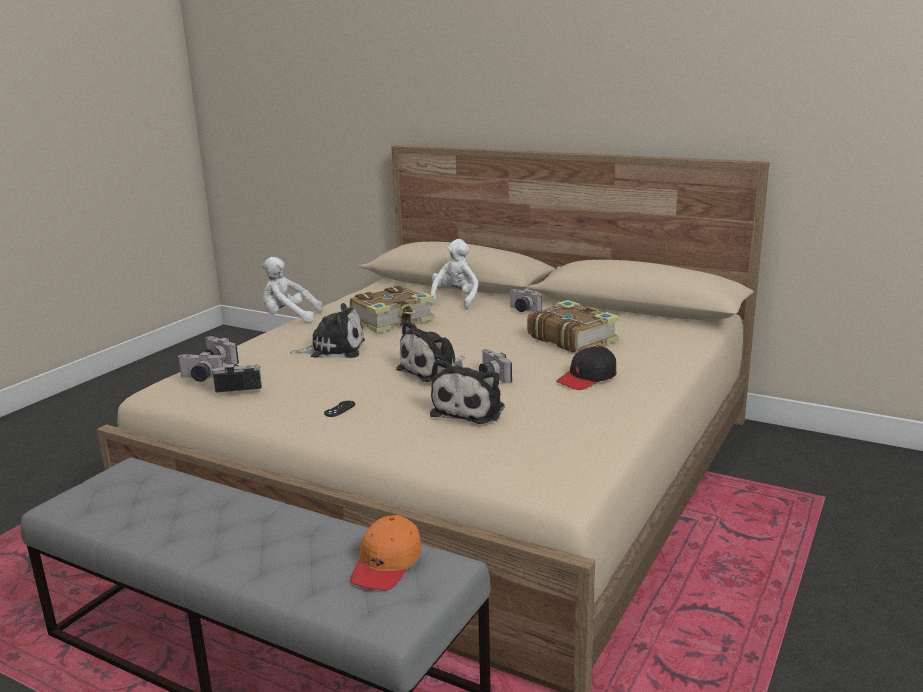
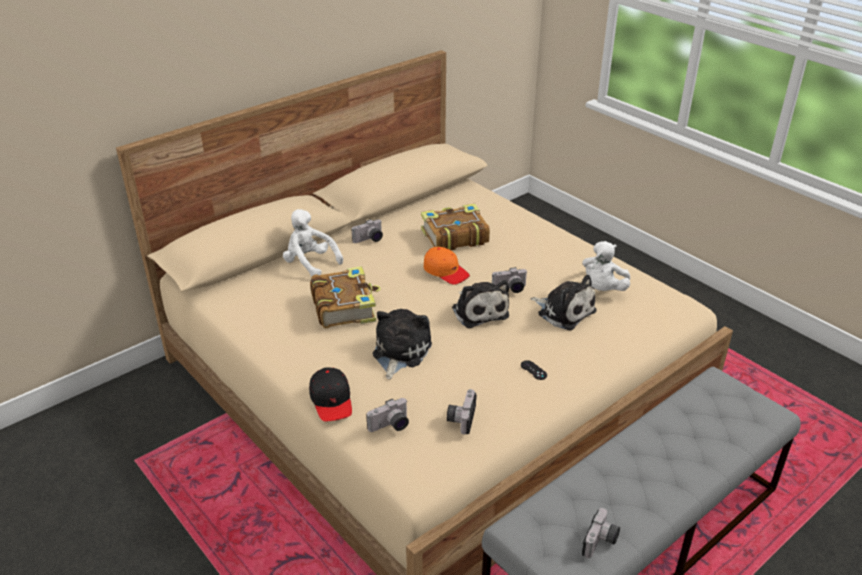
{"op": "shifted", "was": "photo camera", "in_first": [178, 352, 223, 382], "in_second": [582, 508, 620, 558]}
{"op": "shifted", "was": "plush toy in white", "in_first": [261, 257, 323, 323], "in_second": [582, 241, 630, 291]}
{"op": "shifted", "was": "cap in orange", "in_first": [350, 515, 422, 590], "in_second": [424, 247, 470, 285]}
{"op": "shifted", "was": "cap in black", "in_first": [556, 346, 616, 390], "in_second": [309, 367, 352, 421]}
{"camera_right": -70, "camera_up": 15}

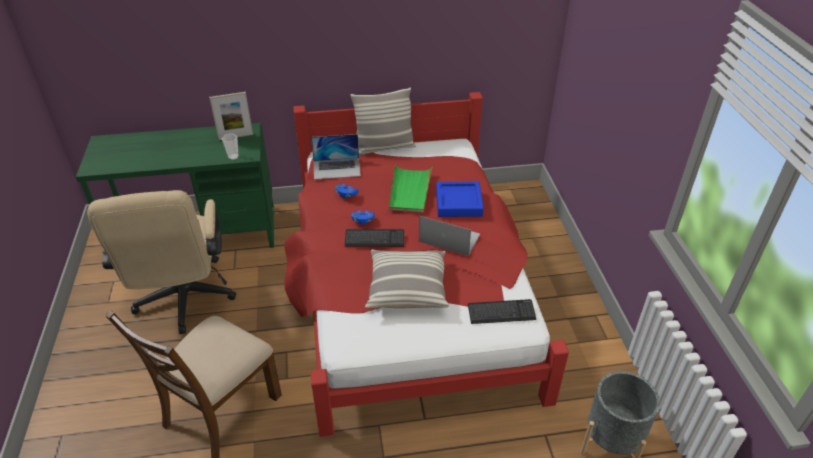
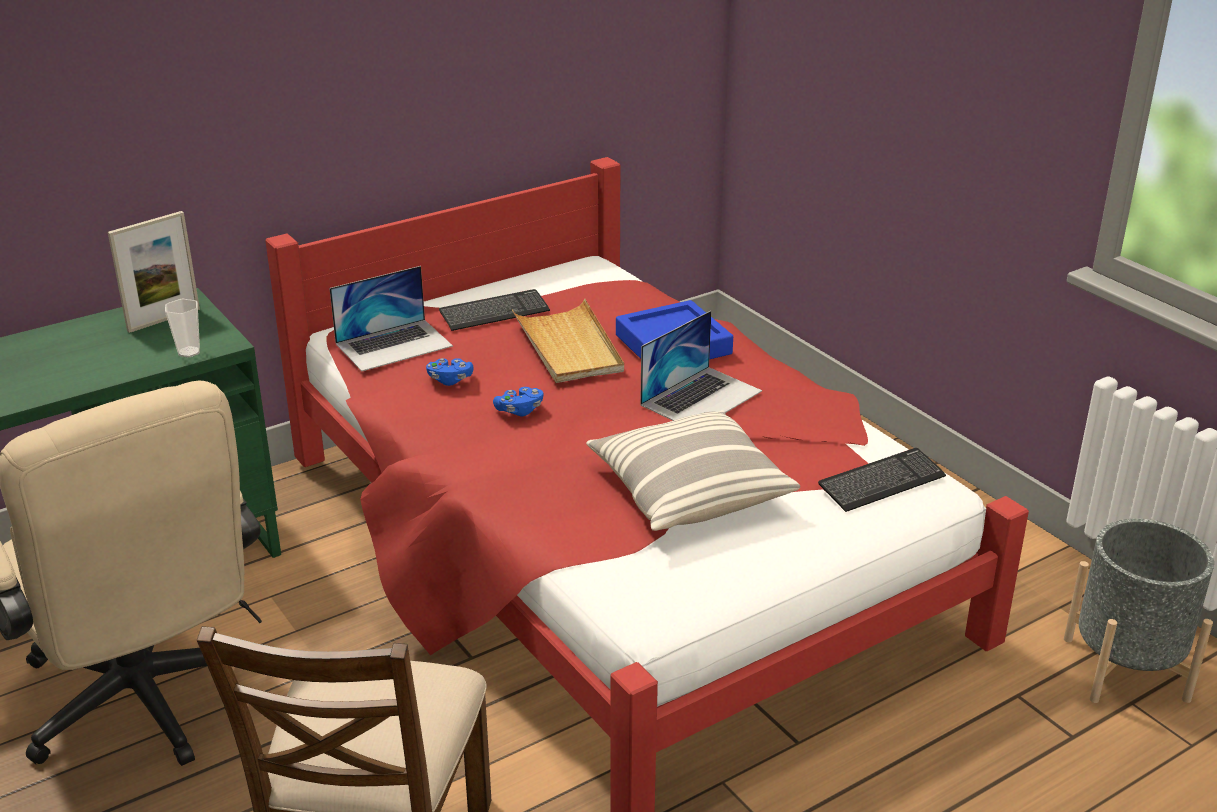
{"op": "gone", "was": "pillow", "in_first": [350, 87, 416, 156]}
{"op": "shifted", "was": "keyboard", "in_first": [345, 229, 404, 247], "in_second": [439, 289, 550, 331]}
{"op": "repainted", "was": "tray in green", "now": "tray in beige", "in_first": [389, 164, 432, 213], "in_second": [512, 299, 624, 383]}
{"op": "rotated", "was": "laptop", "in_first": [419, 216, 480, 256], "in_second": [640, 311, 762, 421], "clockwise": 135}
{"camera_right": -25, "camera_up": -10}

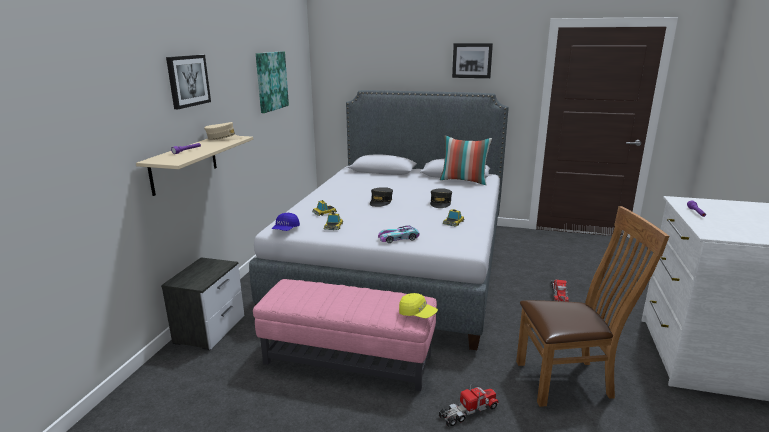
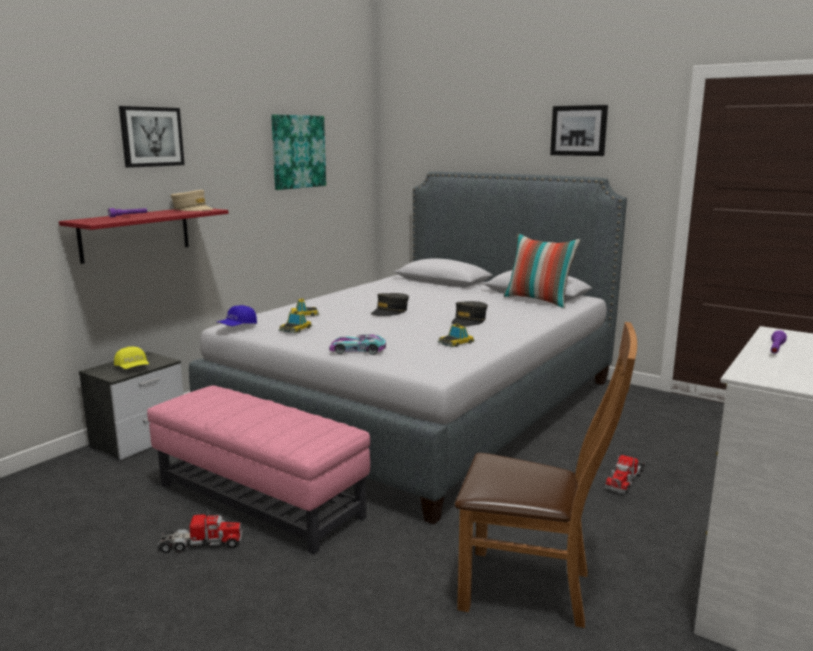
{"op": "shifted", "was": "cap in yellow", "in_first": [399, 293, 438, 318], "in_second": [114, 347, 149, 369]}
{"op": "shifted", "was": "toy truck", "in_first": [439, 384, 499, 427], "in_second": [158, 508, 243, 553]}
{"op": "repainted", "was": "shelf in beige", "now": "shelf in red", "in_first": [136, 136, 253, 196], "in_second": [59, 208, 228, 264]}
{"camera_right": 20, "camera_up": -5}

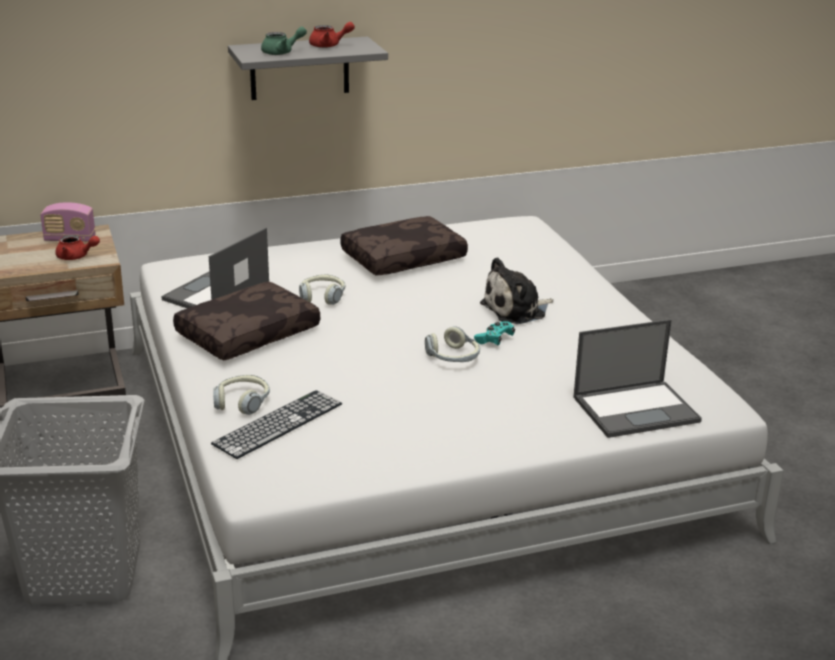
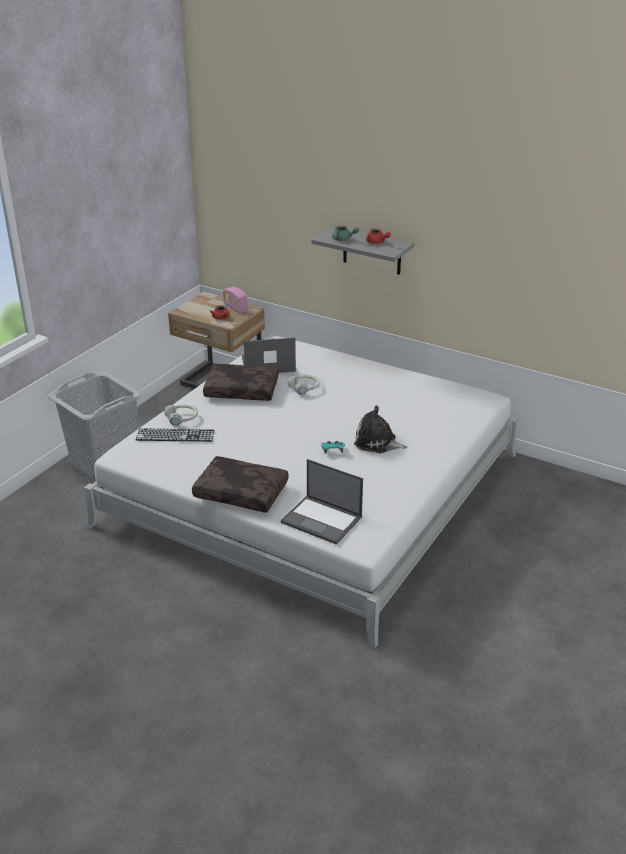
{"op": "gone", "was": "headphones", "in_first": [425, 326, 480, 362]}
{"op": "shifted", "was": "pillow in brown", "in_first": [340, 216, 468, 276], "in_second": [192, 456, 289, 513]}
{"camera_right": 50, "camera_up": 5}

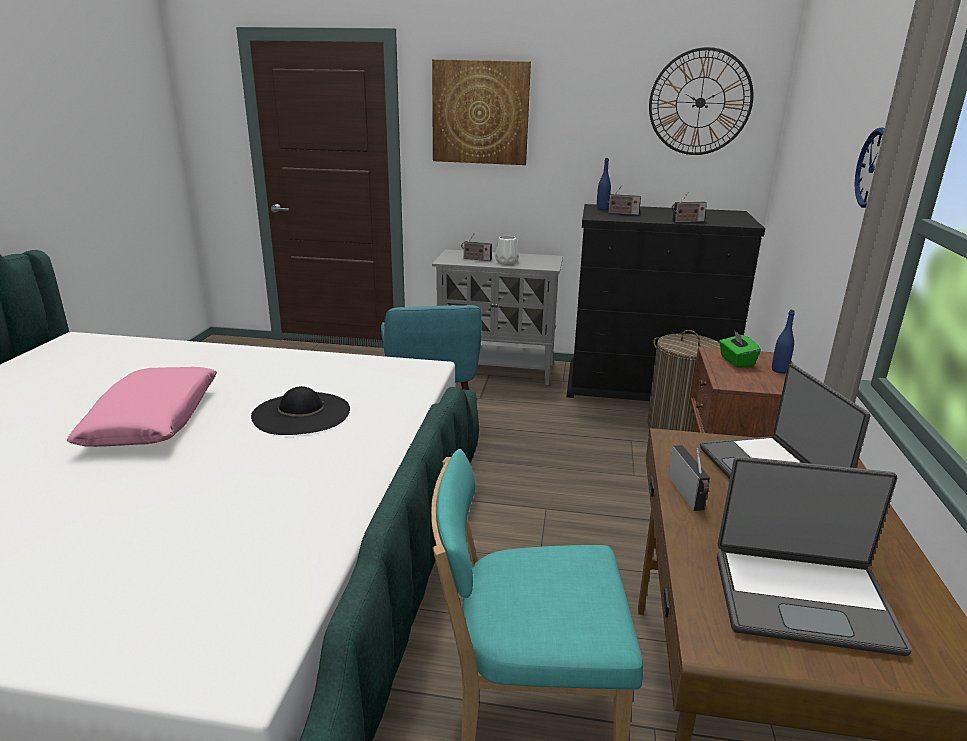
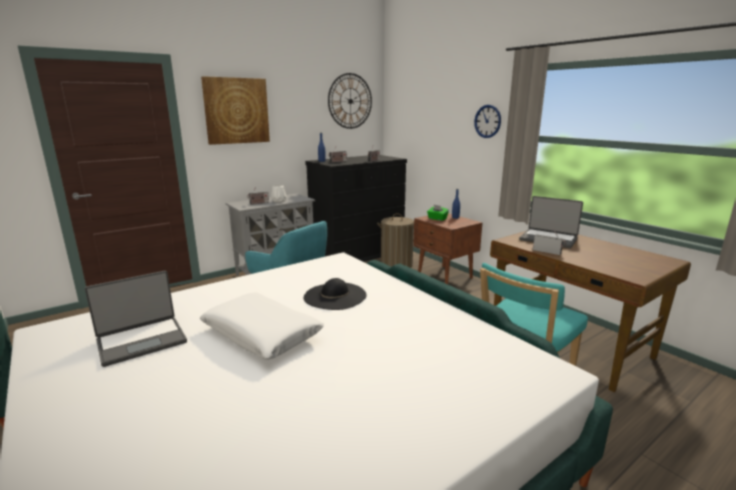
{"op": "shifted", "was": "laptop", "in_first": [717, 456, 912, 656], "in_second": [85, 271, 187, 367]}
{"op": "repainted", "was": "pillow in pink", "now": "pillow in white", "in_first": [67, 367, 217, 447], "in_second": [200, 292, 324, 360]}
{"camera_right": -45, "camera_up": -5}

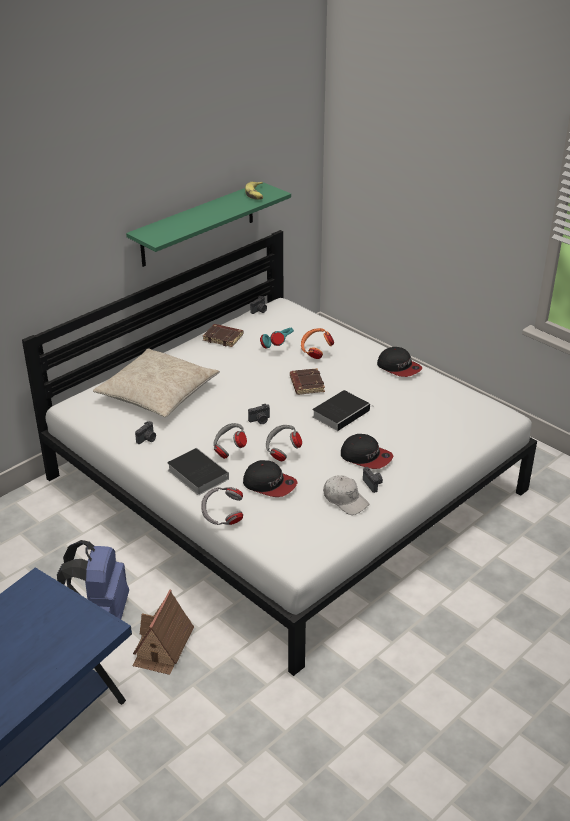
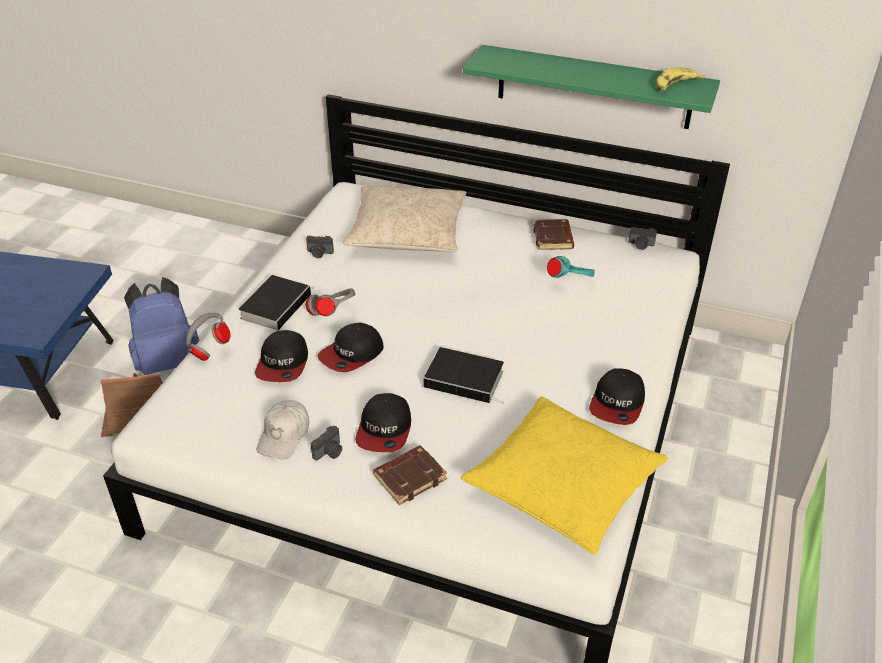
{"op": "gone", "was": "photo camera", "in_first": [248, 404, 270, 424]}
{"op": "gone", "was": "headphones in orange", "in_first": [301, 328, 334, 359]}
{"op": "new", "now": "pillow in yellow", "in_second": [461, 396, 668, 555]}
{"op": "shifted", "was": "book in brown", "in_first": [290, 368, 325, 395], "in_second": [373, 445, 447, 505]}
{"op": "swapped", "was": "headphones in grey", "now": "cap", "in_first": [266, 425, 302, 461], "in_second": [318, 323, 384, 372]}
{"camera_right": 65, "camera_up": 5}

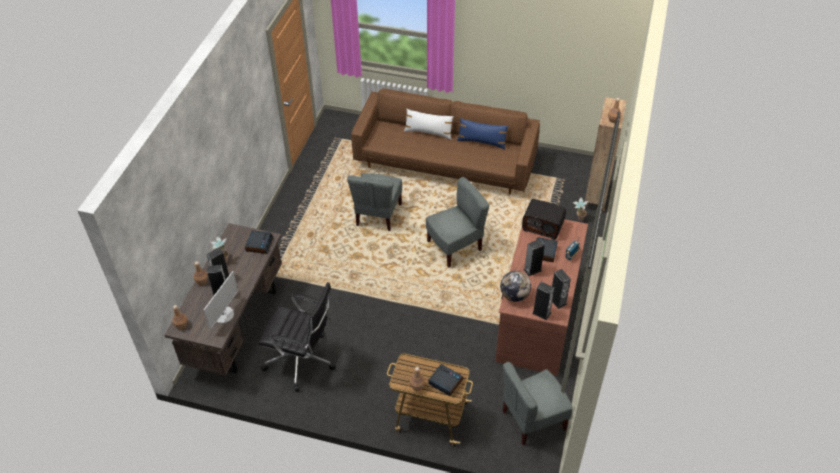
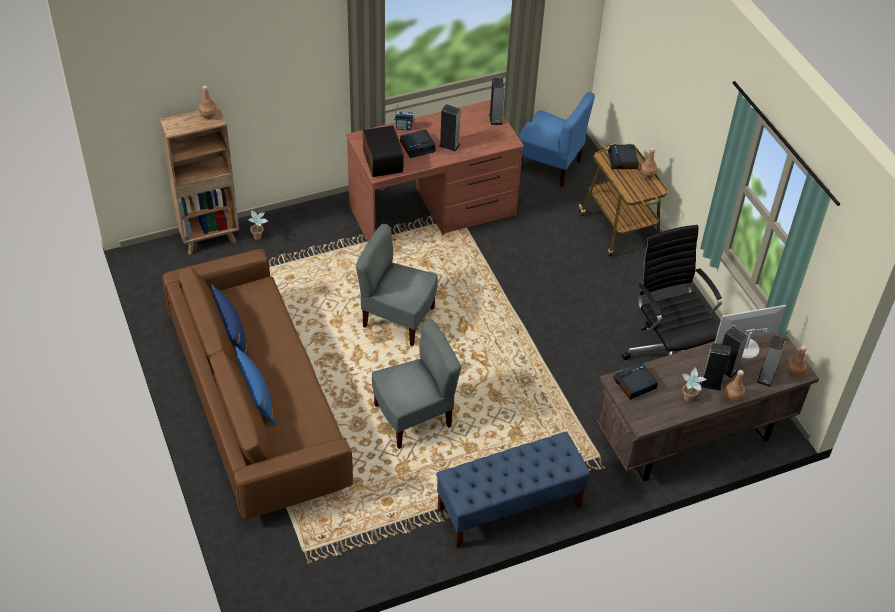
{"op": "gone", "was": "globe", "in_first": [500, 271, 531, 302]}
{"op": "new", "now": "bench in blue", "in_second": [436, 432, 590, 549]}
{"op": "shifted", "was": "speaker", "in_first": [552, 269, 571, 309], "in_second": [757, 335, 785, 387]}
{"op": "repainted", "was": "pillow in white", "now": "pillow in blue", "in_first": [404, 109, 454, 140], "in_second": [236, 346, 276, 425]}
{"op": "repainted", "was": "chair in grey", "now": "chair in blue", "in_first": [503, 362, 573, 445], "in_second": [519, 92, 595, 187]}
{"camera_right": -130, "camera_up": 0}

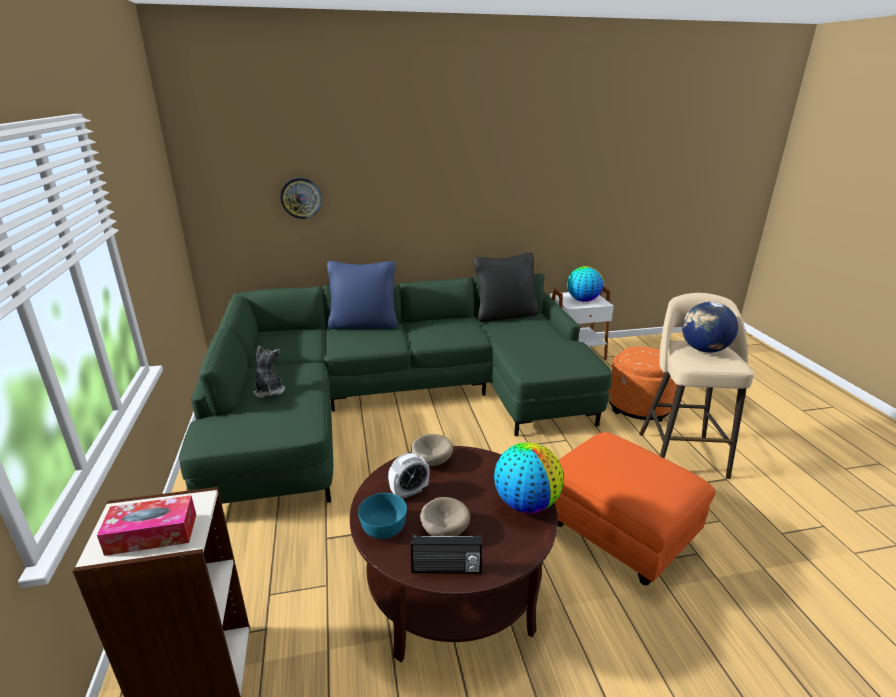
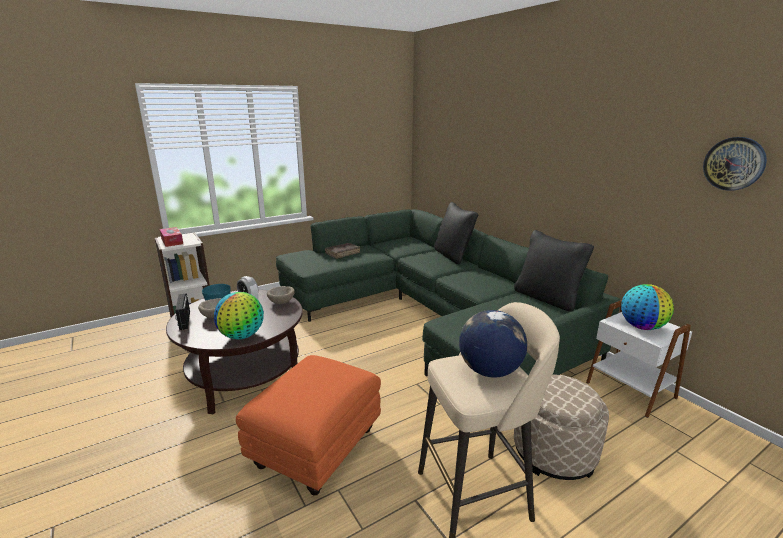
{"op": "shifted", "was": "wall clock", "in_first": [280, 178, 322, 219], "in_second": [703, 137, 767, 191]}
{"op": "swapped", "was": "plush toy", "now": "book in brown", "in_first": [253, 346, 285, 398], "in_second": [325, 243, 360, 259]}
{"op": "repainted", "was": "pillow in blue", "now": "pillow in black", "in_first": [327, 261, 397, 329], "in_second": [434, 202, 478, 264]}
{"op": "repainted", "was": "ottoman in orange", "now": "ottoman in beige", "in_first": [608, 347, 677, 422], "in_second": [514, 374, 609, 480]}
{"camera_right": 70, "camera_up": -5}

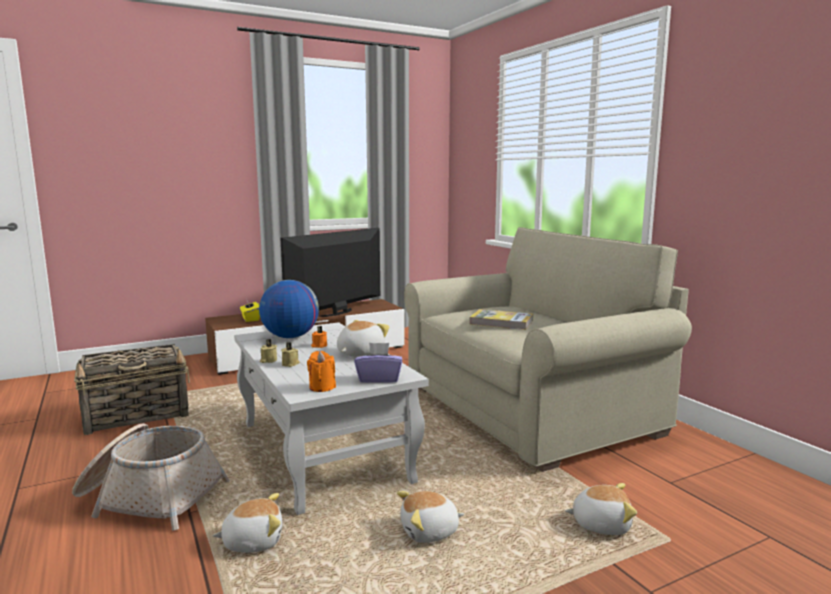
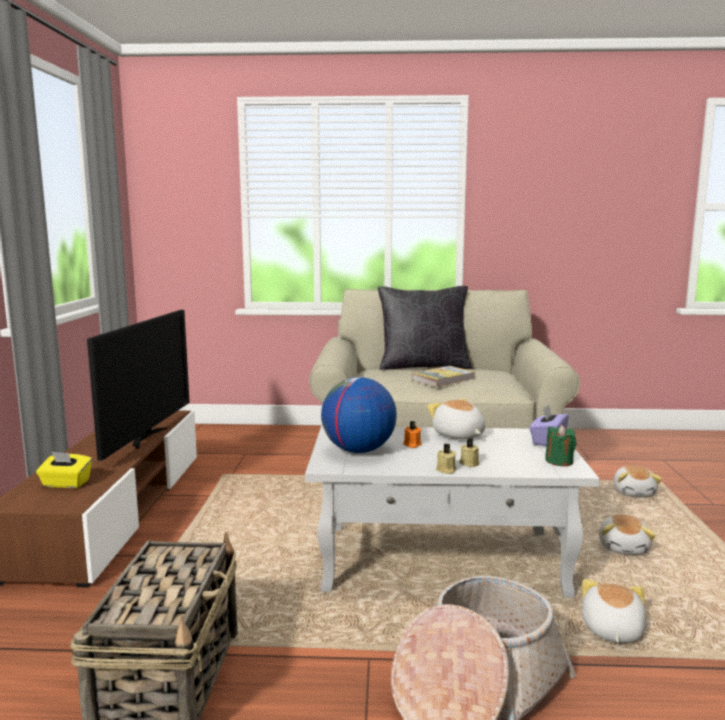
{"op": "new", "now": "pillow in black", "in_second": [378, 286, 472, 370]}
{"op": "repainted", "was": "candle in orange", "now": "candle in green", "in_first": [307, 351, 336, 392], "in_second": [545, 425, 576, 466]}
{"op": "rotated", "was": "television", "in_first": [280, 228, 380, 317], "in_second": [87, 310, 190, 461], "clockwise": -150}
{"op": "rotated", "was": "plush toy", "in_first": [565, 483, 637, 535], "in_second": [613, 465, 662, 497], "clockwise": 150}
{"camera_right": -60, "camera_up": 0}

